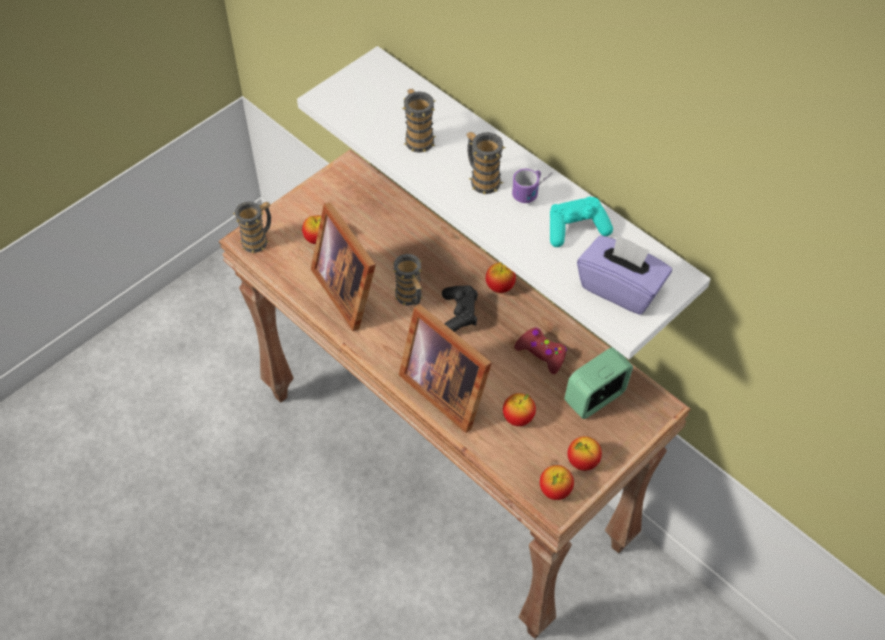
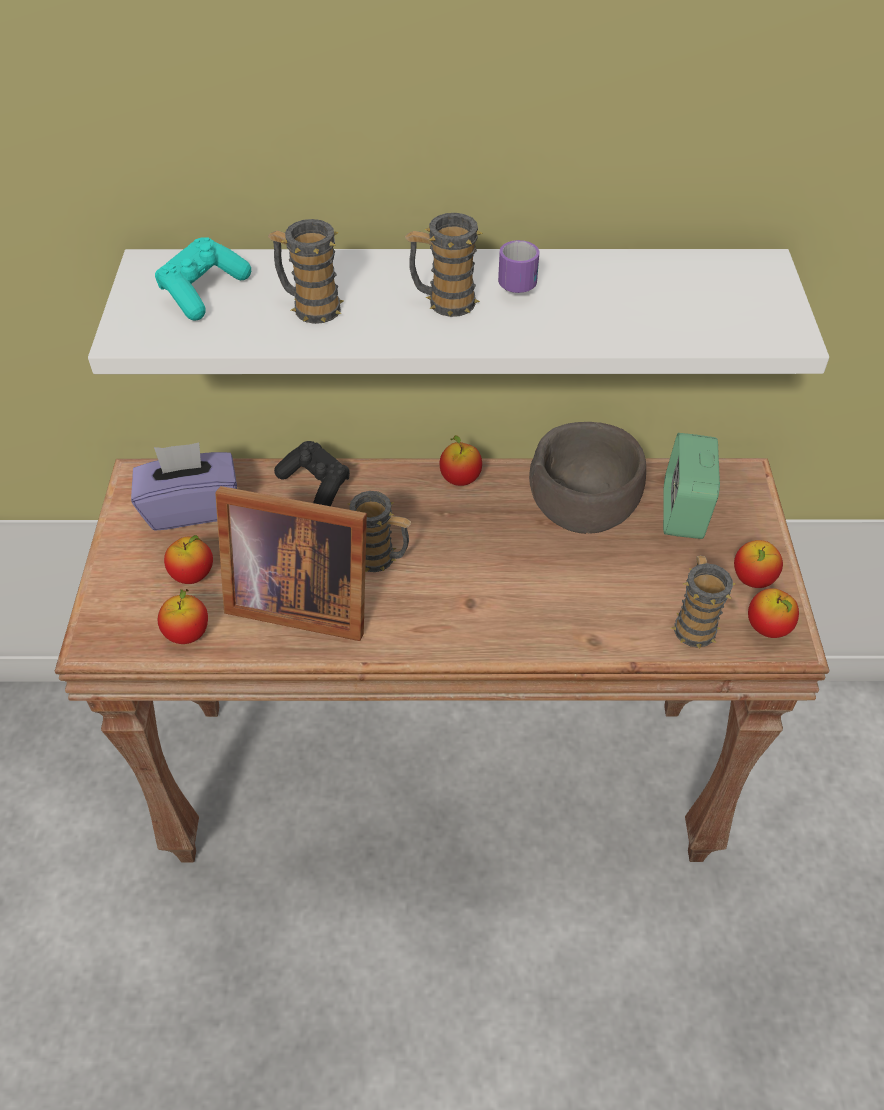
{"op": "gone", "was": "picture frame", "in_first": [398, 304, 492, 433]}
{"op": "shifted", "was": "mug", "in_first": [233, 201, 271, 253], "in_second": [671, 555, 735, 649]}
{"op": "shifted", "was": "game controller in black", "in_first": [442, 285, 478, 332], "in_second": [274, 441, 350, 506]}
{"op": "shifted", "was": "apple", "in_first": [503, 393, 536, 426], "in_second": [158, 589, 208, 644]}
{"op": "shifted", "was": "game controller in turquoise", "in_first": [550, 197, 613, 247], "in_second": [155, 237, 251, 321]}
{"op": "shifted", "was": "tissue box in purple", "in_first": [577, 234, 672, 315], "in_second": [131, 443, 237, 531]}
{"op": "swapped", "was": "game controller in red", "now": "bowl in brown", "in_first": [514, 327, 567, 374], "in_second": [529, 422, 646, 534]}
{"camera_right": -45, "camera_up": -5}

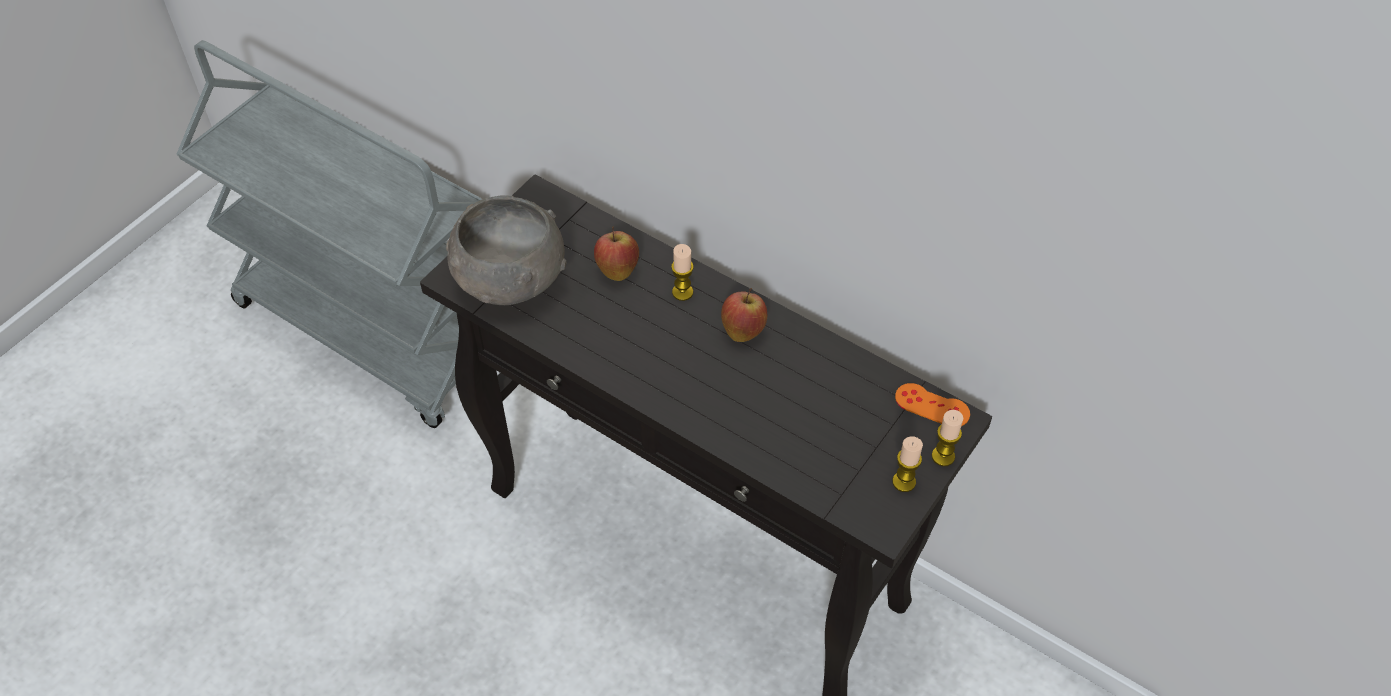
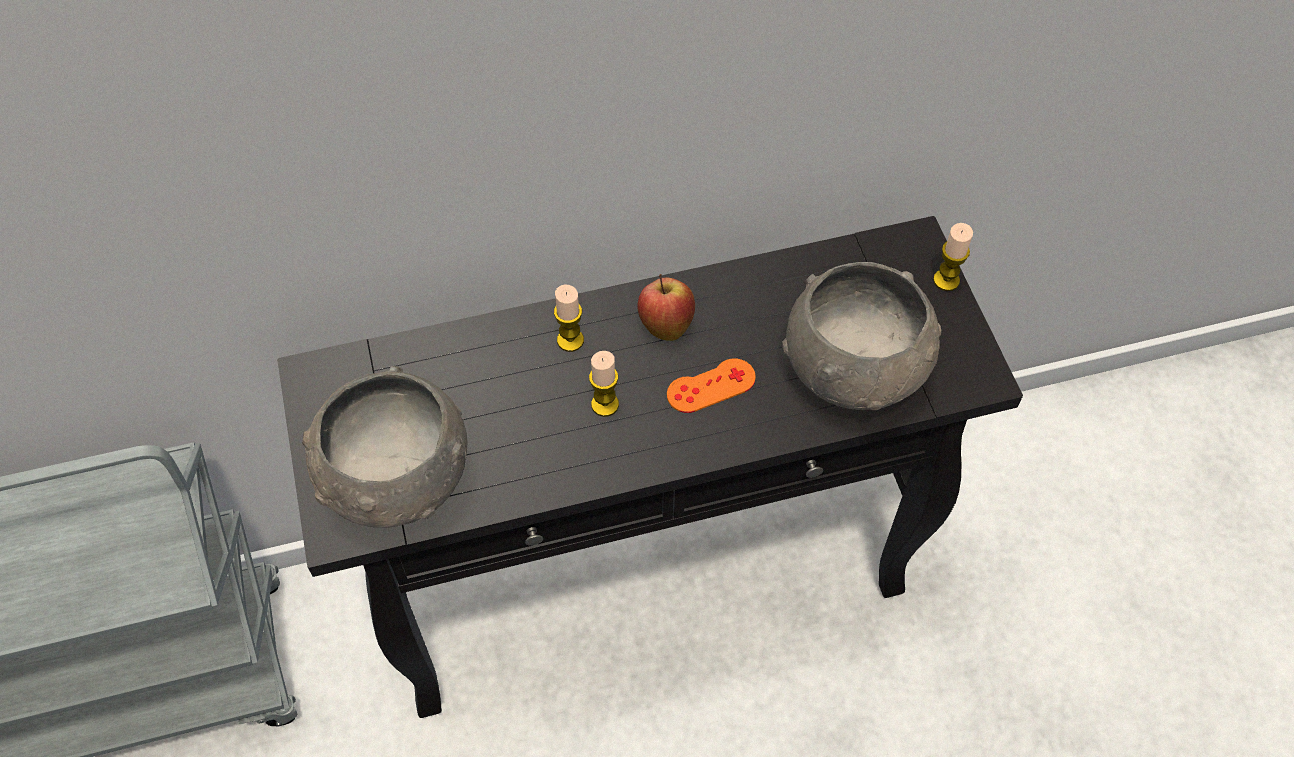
{"op": "gone", "was": "apple", "in_first": [594, 226, 639, 281]}
{"op": "new", "now": "bowl in grey", "in_second": [782, 262, 942, 410]}
{"op": "shifted", "was": "candle", "in_first": [892, 436, 923, 492], "in_second": [589, 351, 619, 417]}
{"op": "shifted", "was": "game controller in orange", "in_first": [895, 383, 970, 426], "in_second": [667, 359, 756, 413]}
{"camera_right": -50, "camera_up": 5}

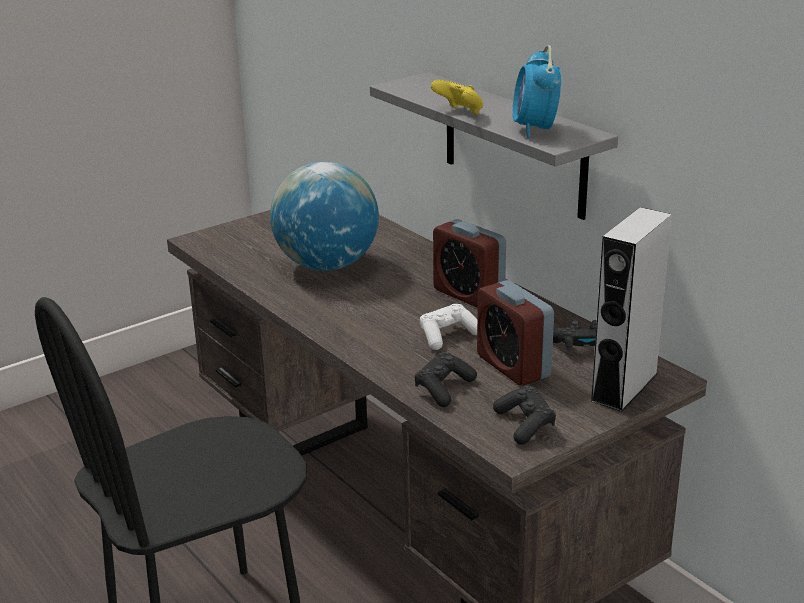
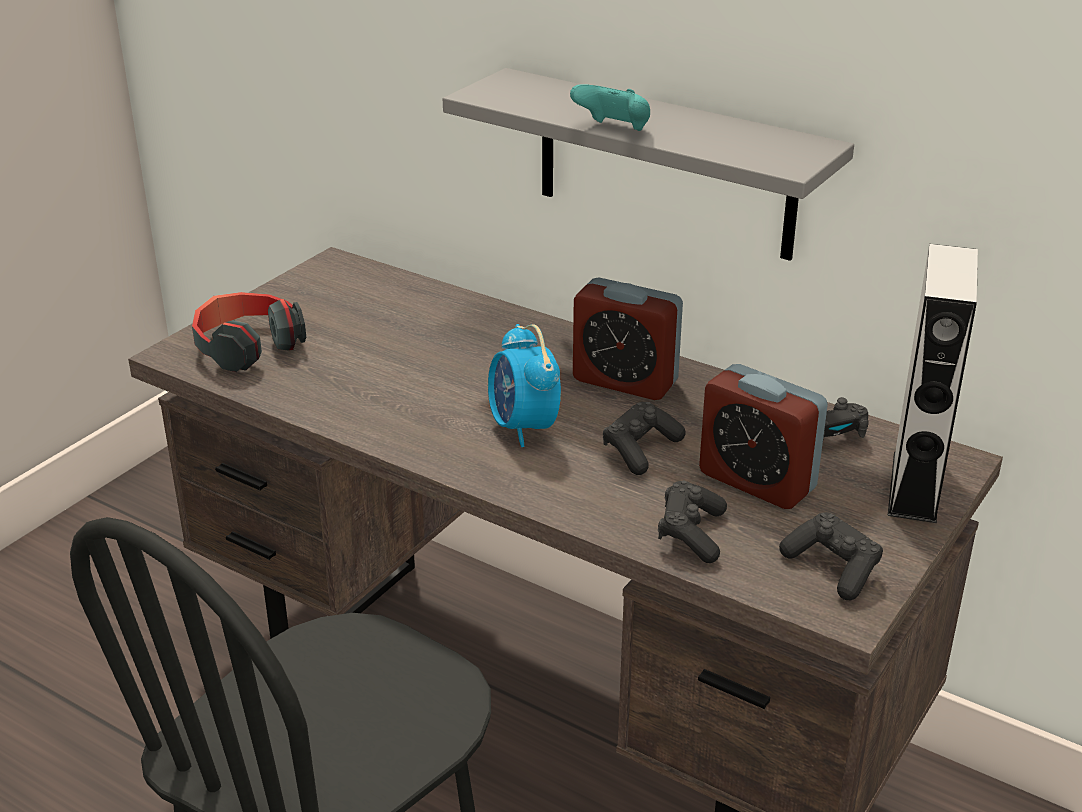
{"op": "gone", "was": "globe", "in_first": [270, 162, 379, 271]}
{"op": "new", "now": "headphones", "in_second": [192, 292, 306, 372]}
{"op": "shifted", "was": "alarm clock", "in_first": [513, 45, 561, 138], "in_second": [488, 324, 561, 447]}
{"op": "repainted", "was": "game controller in white", "now": "game controller in black", "in_first": [420, 304, 477, 350], "in_second": [603, 402, 686, 475]}
{"op": "repainted", "was": "game controller in yellow", "now": "game controller in turquoise", "in_first": [431, 80, 484, 115], "in_second": [570, 84, 650, 131]}
{"camera_right": -20, "camera_up": 5}

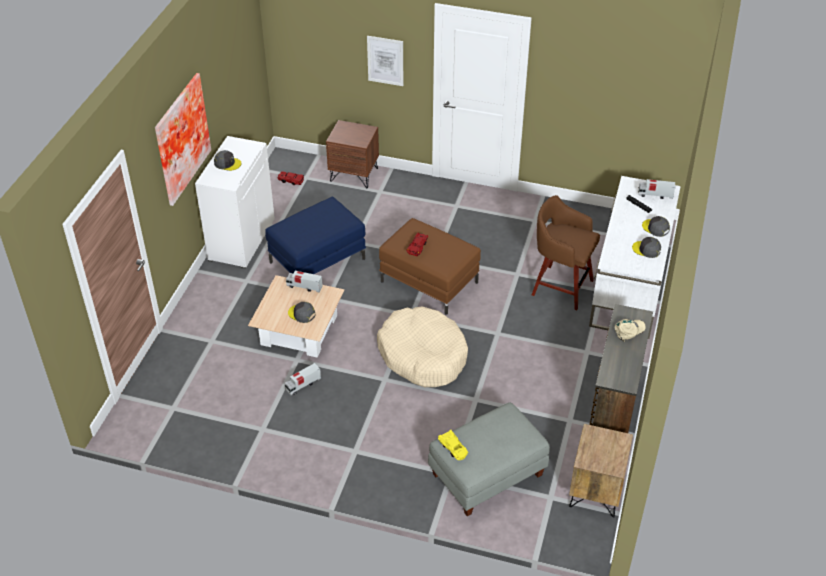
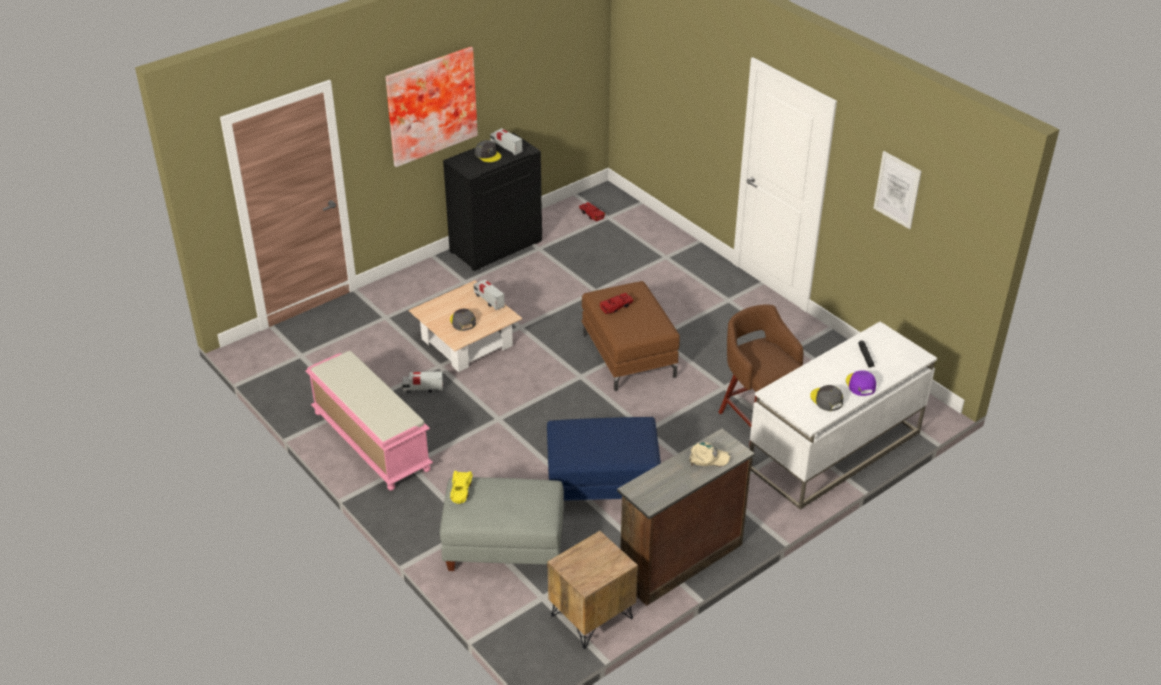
{"op": "gone", "was": "nightstand in brown", "in_first": [326, 120, 379, 189]}
{"op": "gone", "was": "dog bed in beige", "in_first": [377, 306, 468, 387]}
{"op": "new", "now": "bench in pink", "in_second": [306, 351, 433, 491]}
{"op": "shifted", "was": "ottoman in blue", "in_first": [265, 197, 366, 274], "in_second": [547, 417, 661, 501]}
{"op": "shifted", "was": "picture", "in_first": [367, 36, 403, 86], "in_second": [873, 151, 922, 229]}
{"op": "shifted", "was": "toy truck", "in_first": [638, 179, 675, 199], "in_second": [490, 128, 522, 155]}
{"op": "repainted", "was": "cabinet in white", "now": "cabinet in black", "in_first": [195, 136, 275, 269], "in_second": [443, 133, 542, 271]}
{"op": "repainted", "was": "cap in grey", "now": "cap in purple", "in_first": [642, 216, 670, 237], "in_second": [846, 370, 876, 396]}
{"camera_right": 35, "camera_up": -5}

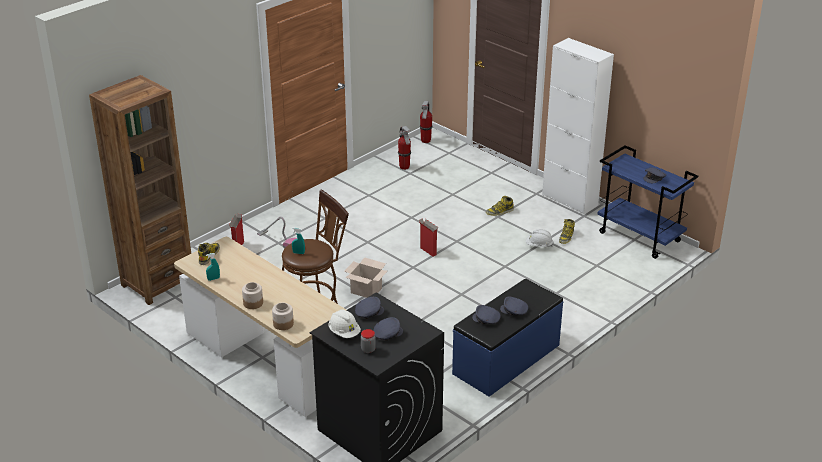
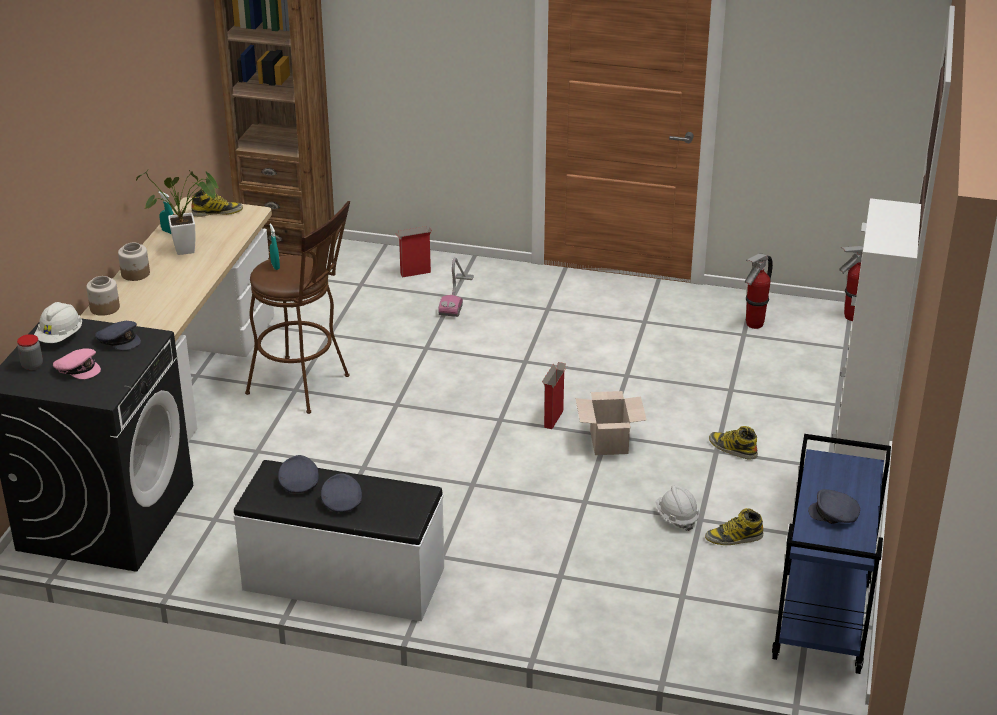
{"op": "new", "now": "potted plant", "in_second": [136, 169, 219, 255]}
{"op": "shifted", "was": "cardboard box", "in_first": [345, 257, 387, 298], "in_second": [576, 391, 647, 455]}
{"op": "repainted", "was": "cap in grey", "now": "cap in pink", "in_first": [373, 317, 403, 341], "in_second": [53, 348, 101, 379]}
{"op": "repainted", "was": "bench in blue", "now": "bench in white", "in_first": [452, 279, 563, 397], "in_second": [234, 460, 444, 621]}
{"camera_right": 60, "camera_up": 0}

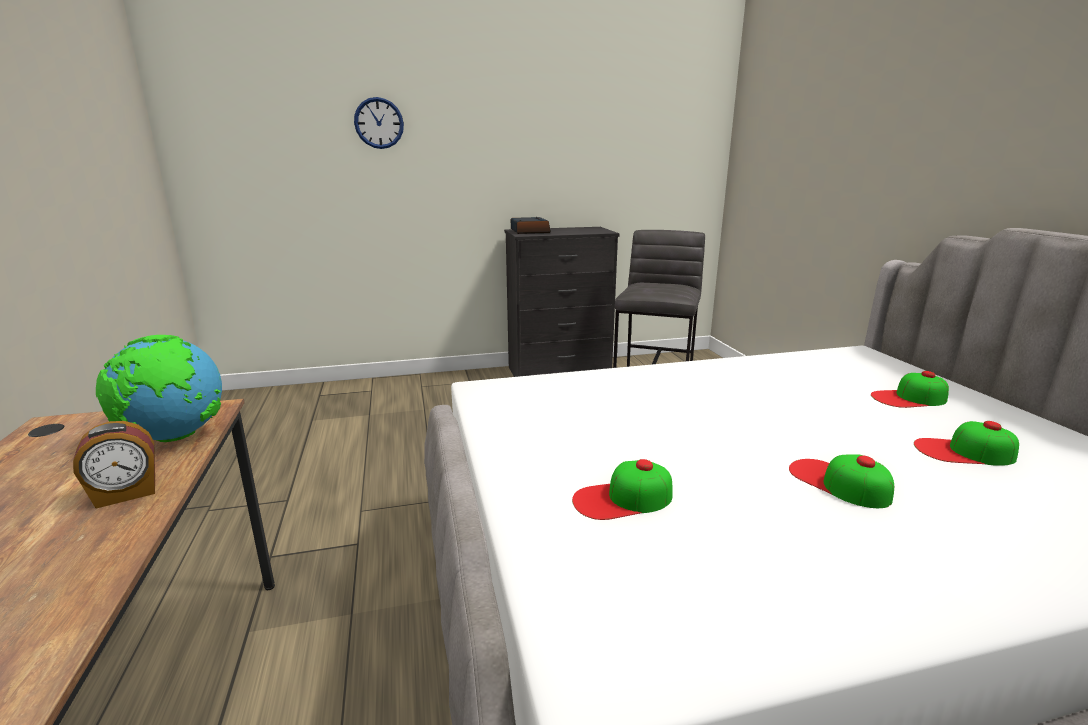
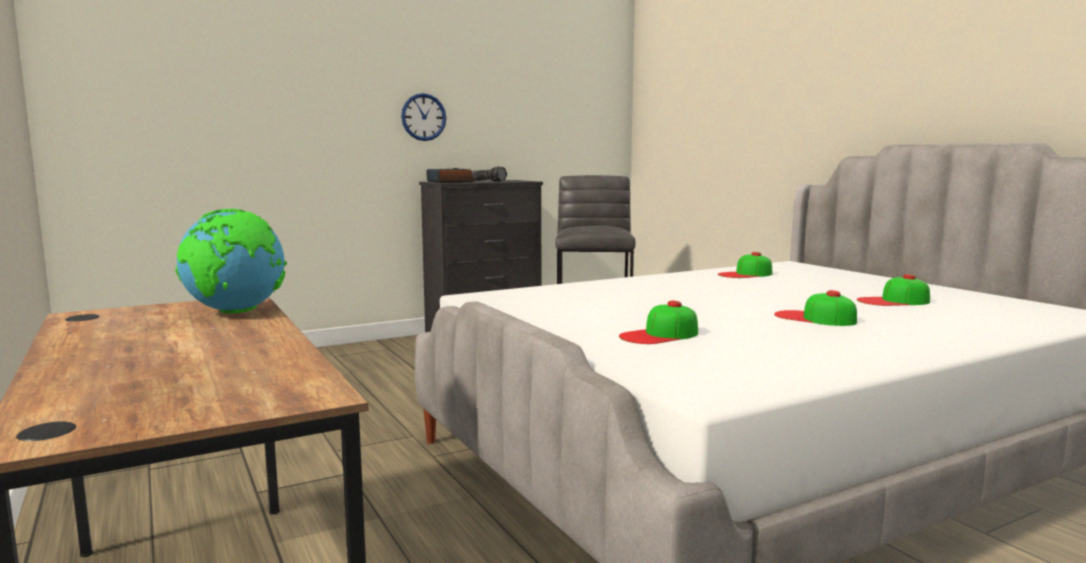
{"op": "gone", "was": "alarm clock", "in_first": [73, 421, 155, 508]}
{"op": "new", "now": "flashlight", "in_second": [472, 167, 507, 182]}
{"op": "shifted", "was": "wall clock", "in_first": [354, 97, 404, 149], "in_second": [401, 93, 446, 141]}
{"op": "shifted", "was": "cap", "in_first": [871, 371, 949, 408], "in_second": [718, 252, 772, 278]}
{"camera_right": -15, "camera_up": -10}

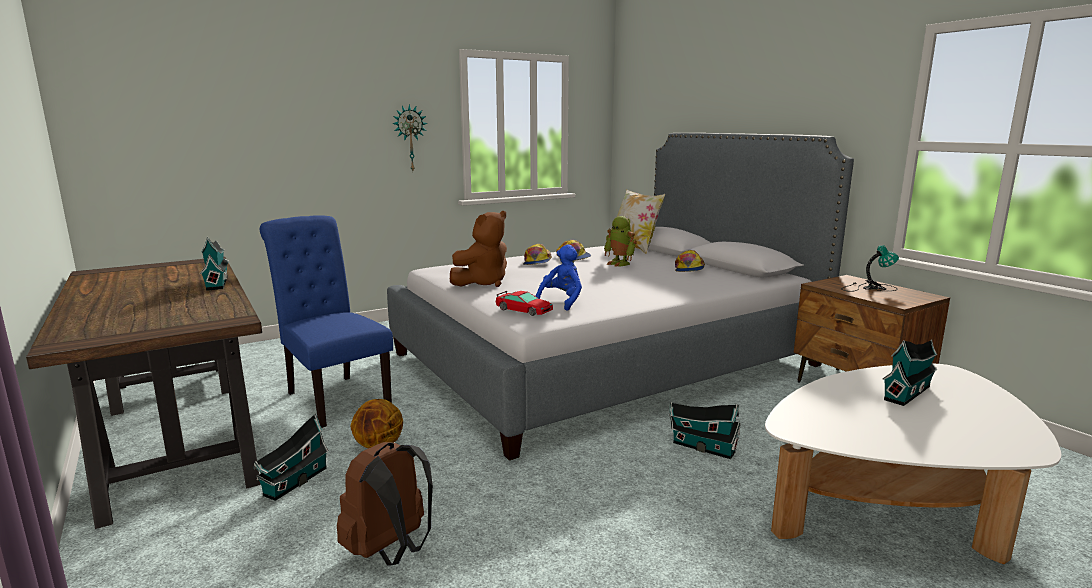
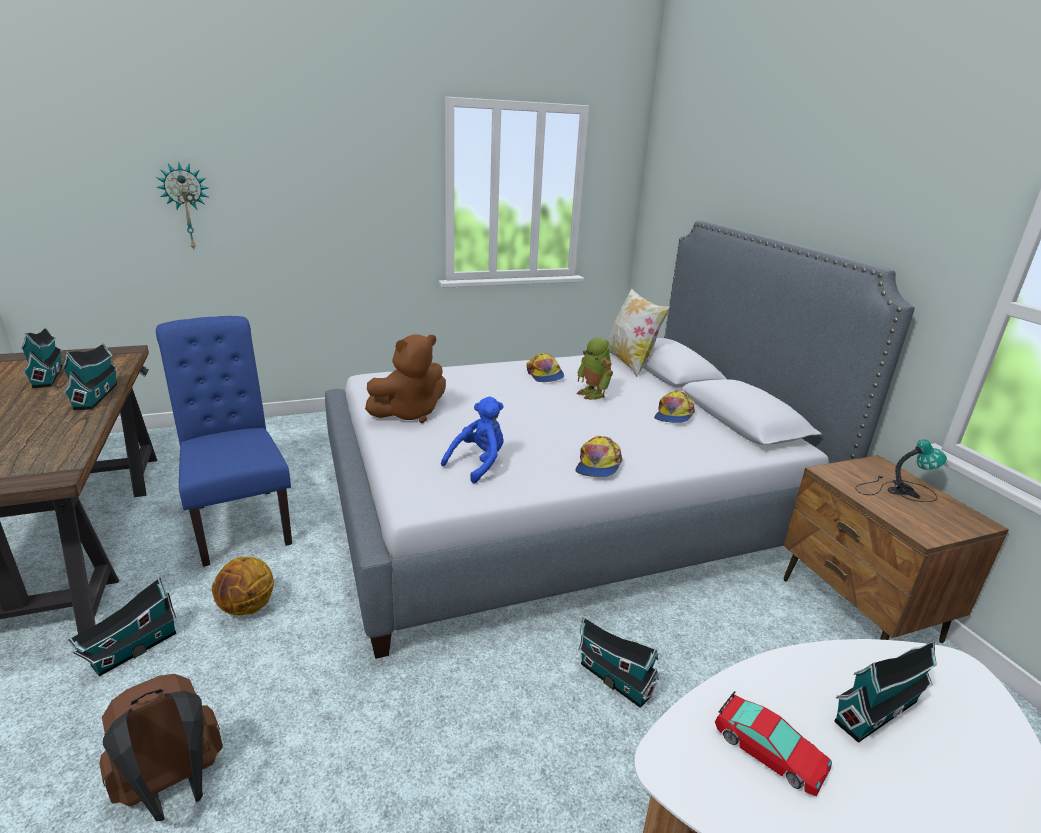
{"op": "new", "now": "toy house", "in_second": [21, 327, 63, 388]}
{"op": "shifted", "was": "wall clock", "in_first": [392, 104, 428, 171], "in_second": [156, 162, 209, 249]}
{"op": "shifted", "was": "toy car", "in_first": [496, 291, 553, 316], "in_second": [715, 691, 832, 796]}
{"op": "shifted", "was": "cap", "in_first": [523, 244, 552, 265], "in_second": [575, 436, 622, 477]}
{"camera_right": 10, "camera_up": 10}

